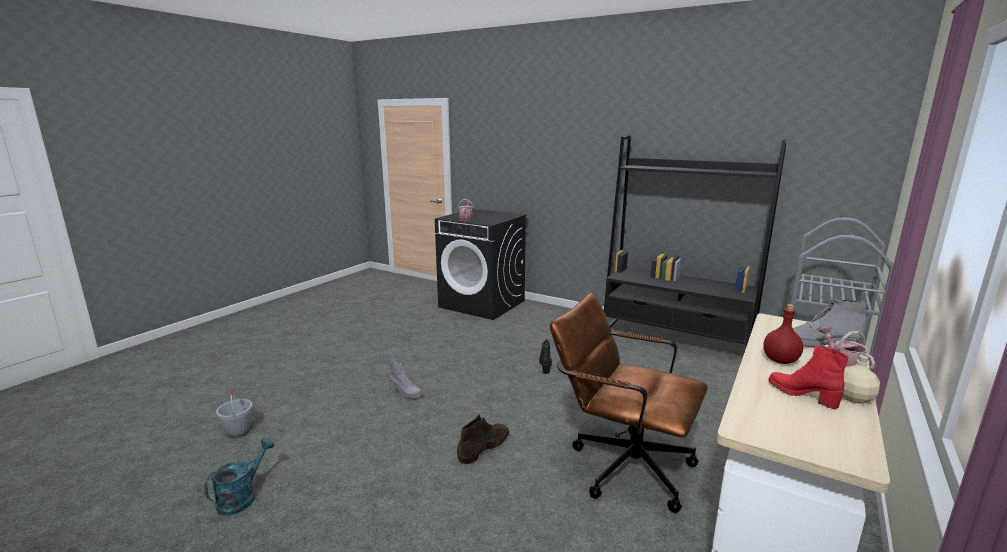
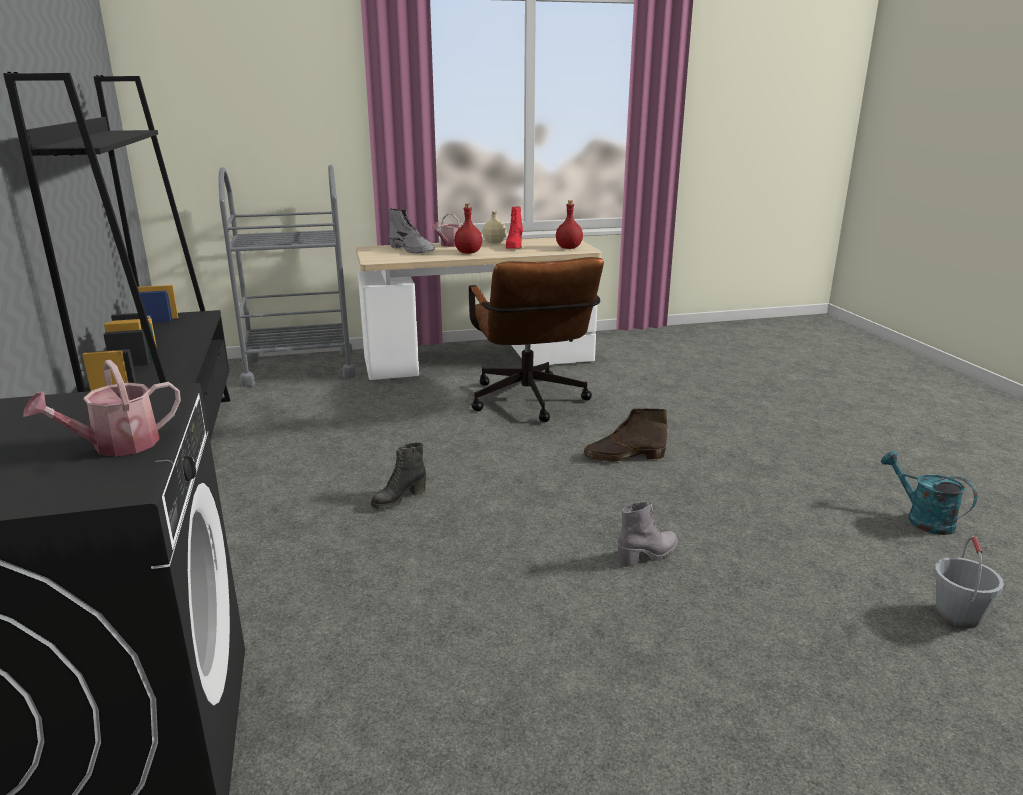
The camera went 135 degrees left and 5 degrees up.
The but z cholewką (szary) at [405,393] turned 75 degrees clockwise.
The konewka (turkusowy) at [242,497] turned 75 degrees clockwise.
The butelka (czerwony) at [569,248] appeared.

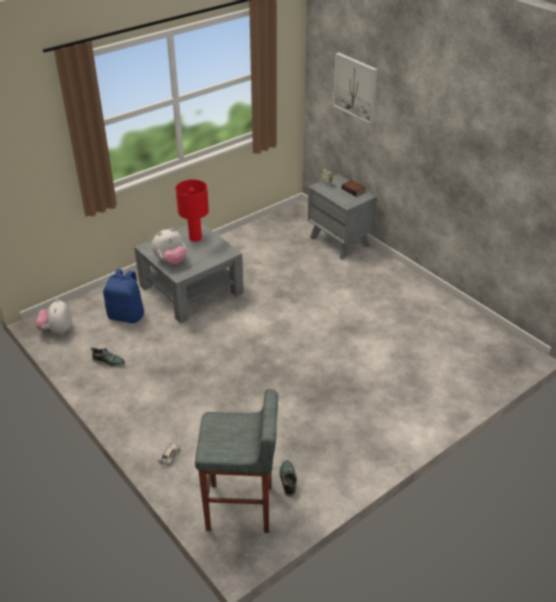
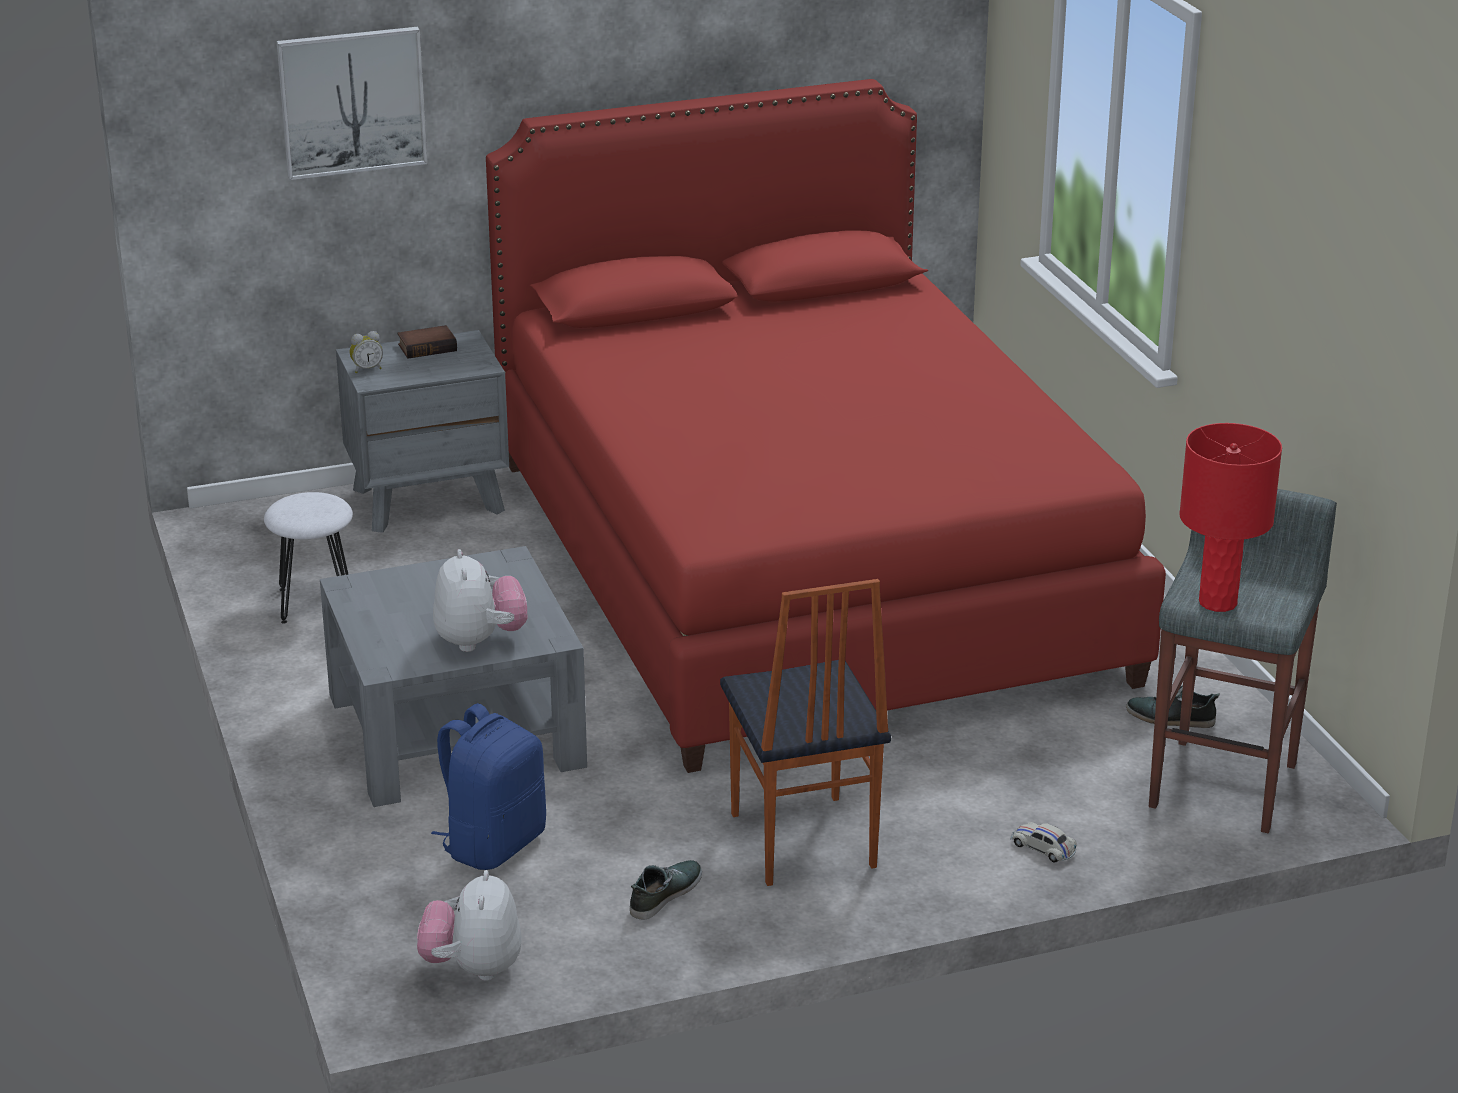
The camera went 70 degrees left and 10 degrees down.
The lampa stołowa (czerwony) moved from [195,238] to [1218,602].
The pluszak at [57,330] turned 75 degrees clockwise.
The łóżko (czerwony) at [802,568] appeared.
The stołek (biały) at [315,602] appeared.
The krzesło at [800,841] appeared.

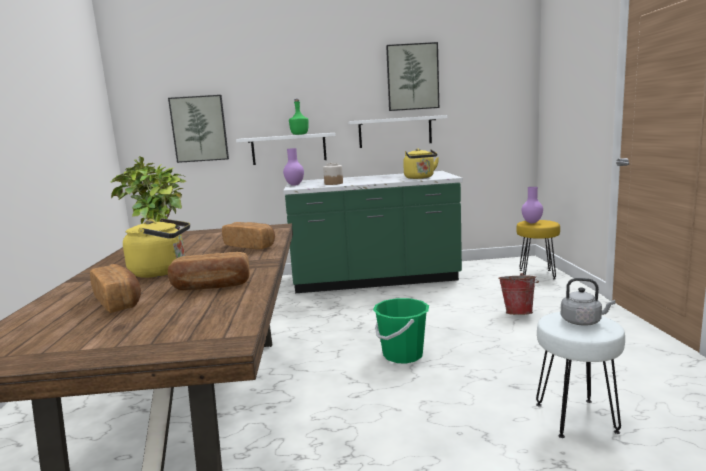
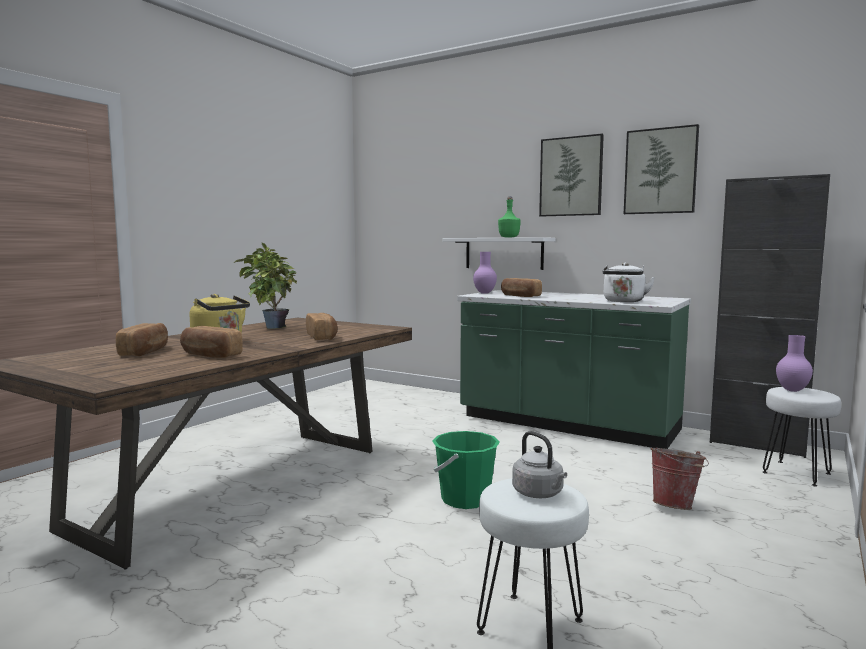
The camera went 35 degrees right and 5 degrees down.
The obraz moved from [199,129] to [571,176].
The półka (biały) at [395,132] disappeared.
The czajnik (żółty) at [420,178] became the czajnik (biały) at [624,301].
The słoik at [333,183] was replaced by the chleb at [520,296].
The stołek (żółty) at [537,274] became the stołek (biały) at [797,473].
The szafka (czarny) at [757,444] appeared.

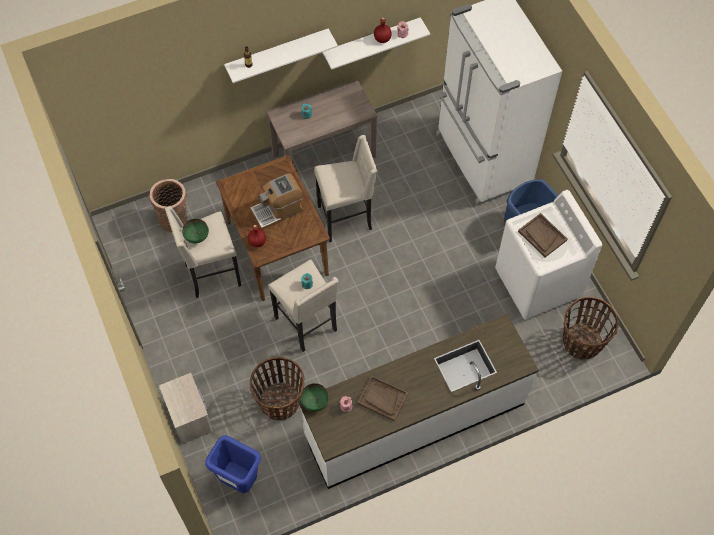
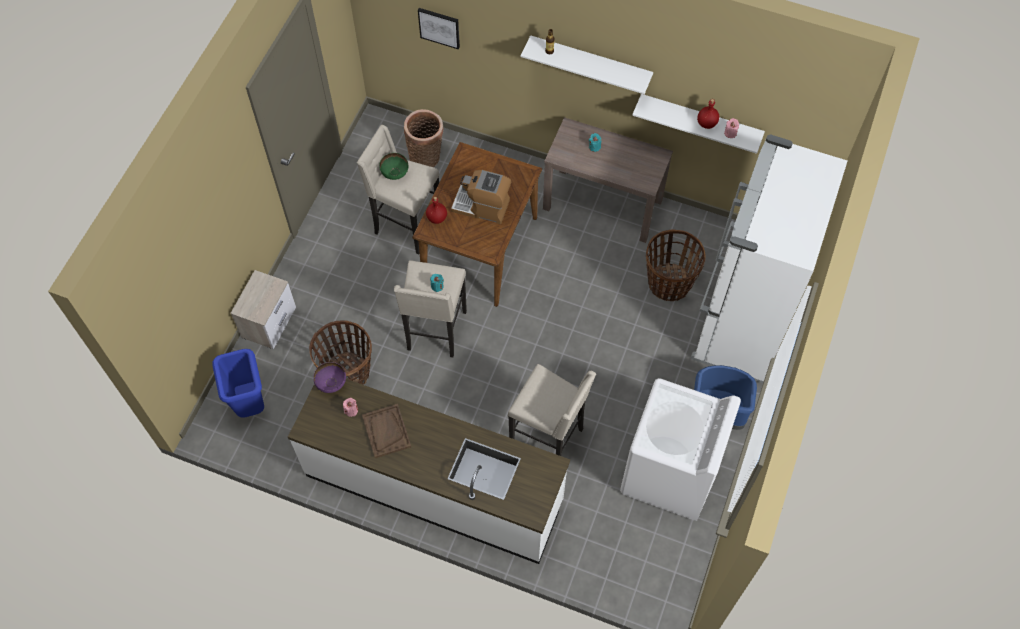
The camera went 45 degrees right and 0 degrees up.
The stołek (beżowy) moved from [346,218] to [548,437].
The taca (brązowy) at [542,236] disappeared.
The koszyk moved from [582,342] to [669,283].
The miska (zielony) at [315,402] became the miska (fioletowy) at [332,384].
The obraz at [439,27] appeared.

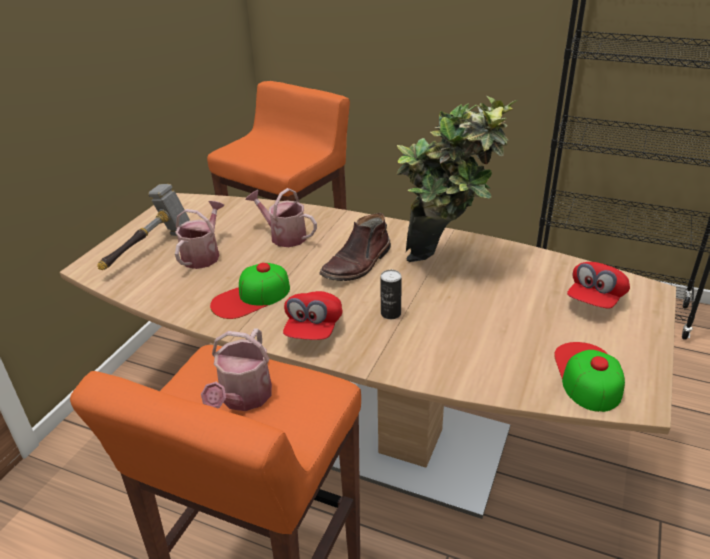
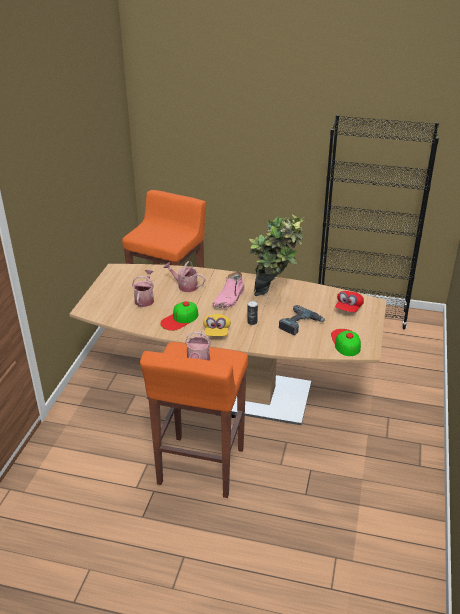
The camera went 10 degrees left and 0 degrees up.
The młotek at [149,251] disappeared.
The but z cholewką (brązowy) at [358,264] became the but z cholewką (różowy) at [229,299].
The czapka z daszkiem (czerwony) at [313,329] became the czapka z daszkiem (żółty) at [216,332].
The wiertarka at [300,324] appeared.

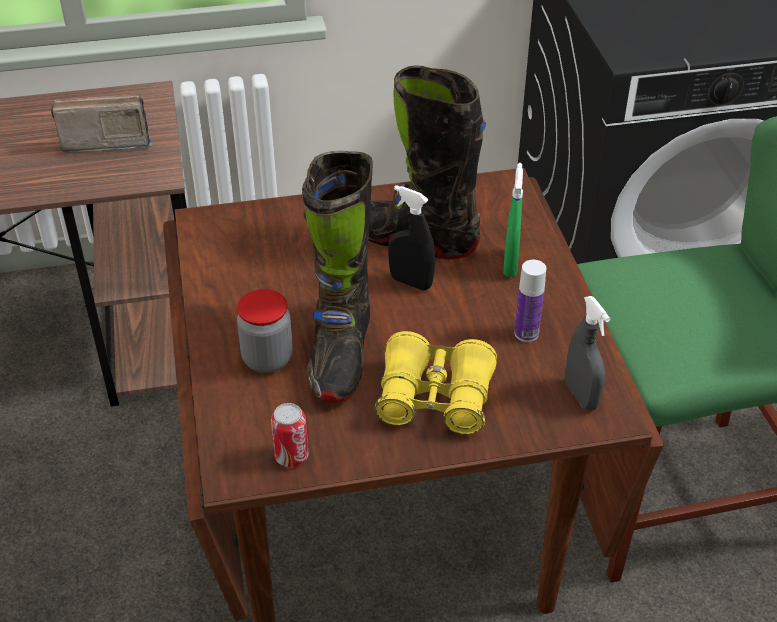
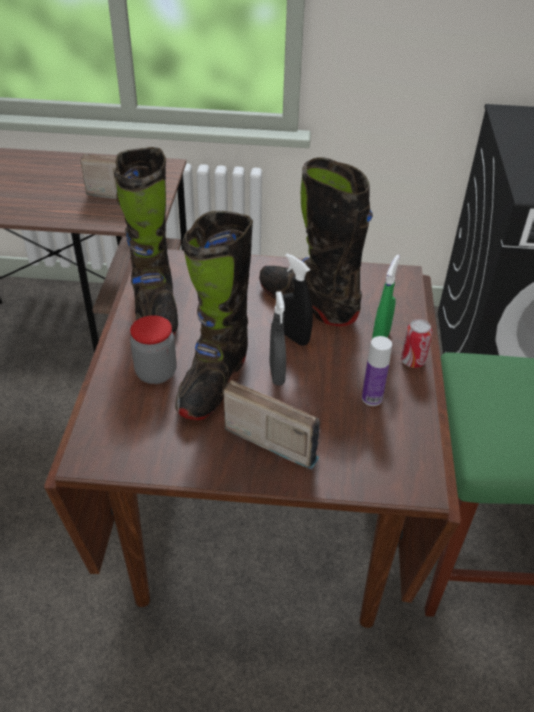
The camera went 15 degrees right and 0 degrees up.
The spryskiwacz (szary) moved from [581,395] to [277,374].
The lornetka (żółty) at [435,398] was replaced by the radio at [274,434].
The puszka moved from [291,456] to [412,361].
The but z cholewką (czarny) at [155,309] appeared.

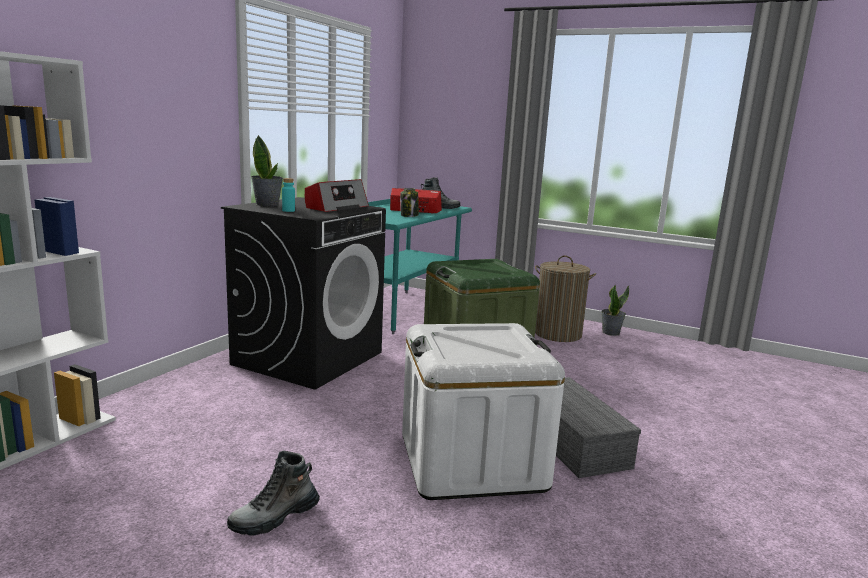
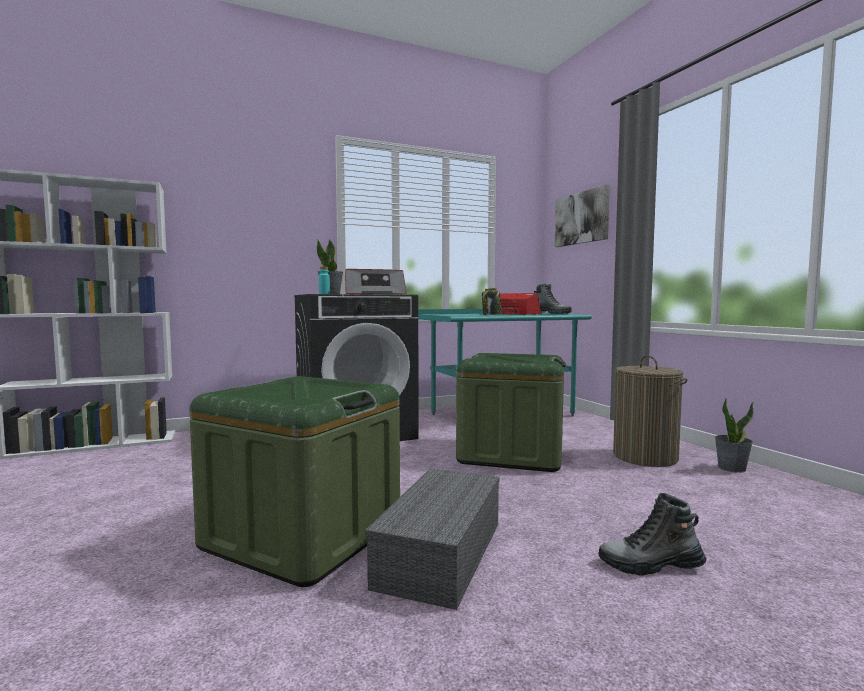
The camera went 40 degrees right and 10 degrees down.
The pojemnik do przechowywania (biały) at [472,461] became the pojemnik do przechowywania (zielony) at [303,534].
The but z cholewką moved from [274,517] to [650,565].
The obraz at [581,218] appeared.

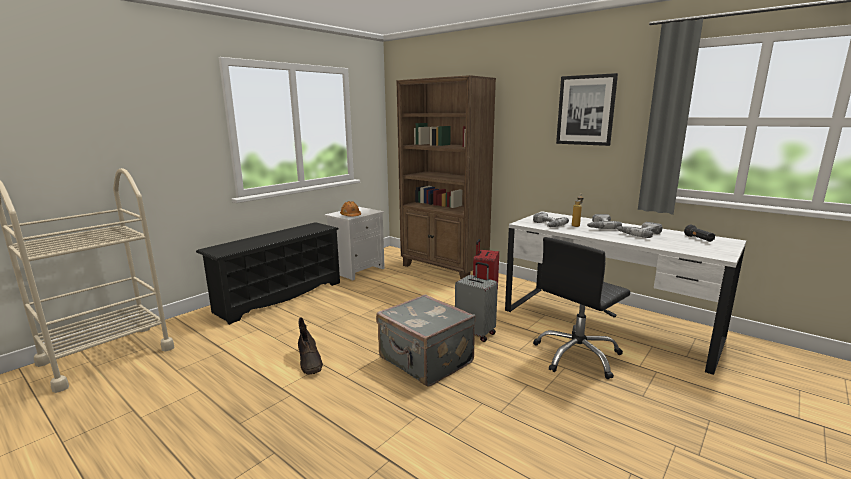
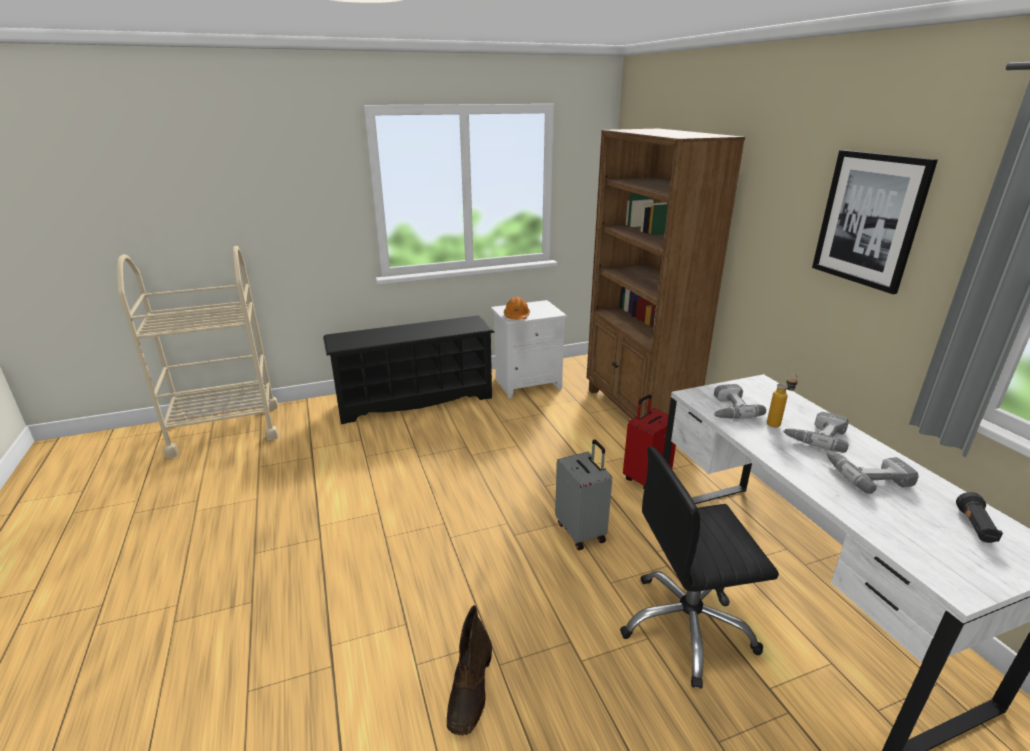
The camera went 30 degrees right and 10 degrees up.
The walizka (szary) at [425,361] disappeared.
The but z cholewką (brązowy) moved from [310,361] to [470,689].

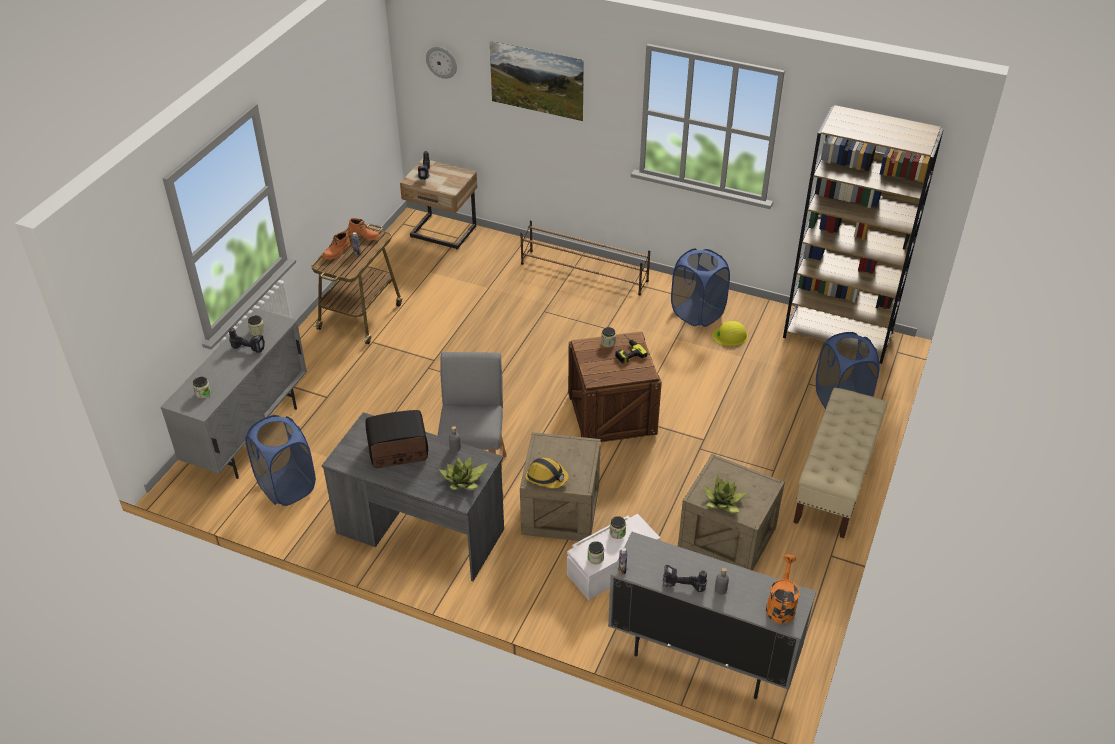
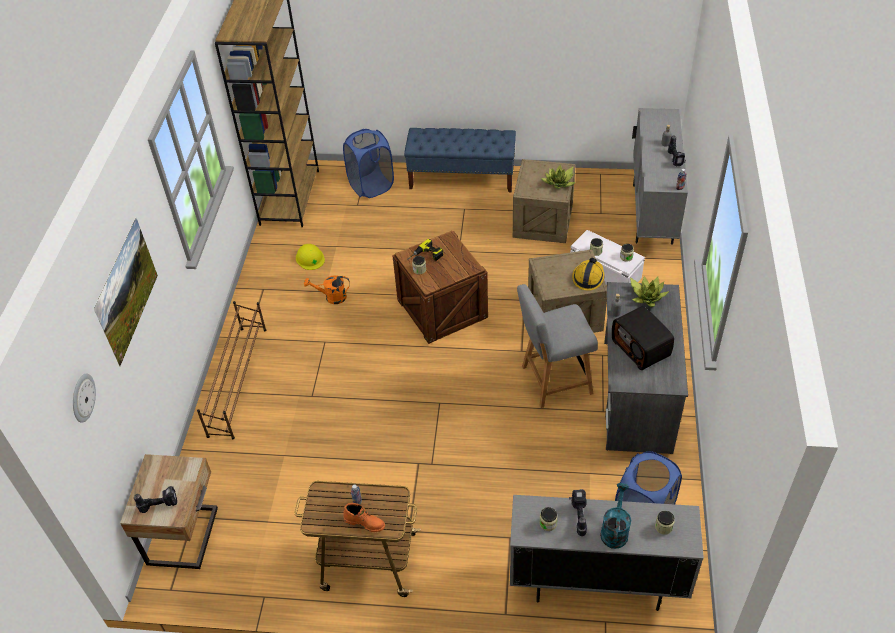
The camera went 105 degrees left and 5 degrees up.
The but z cholewką (pomarańczowy) at [364,236] disappeared.
The kosz na pranie (niebieski) at [697,313] disappeared.
The ławka (beżowy) at [834,482] became the ławka (niebieski) at [462,178].
The konewka (pomarańczowy) moved from [781,605] to [331,297].
The konewka (turkusowy) at [615,530] appeared.

